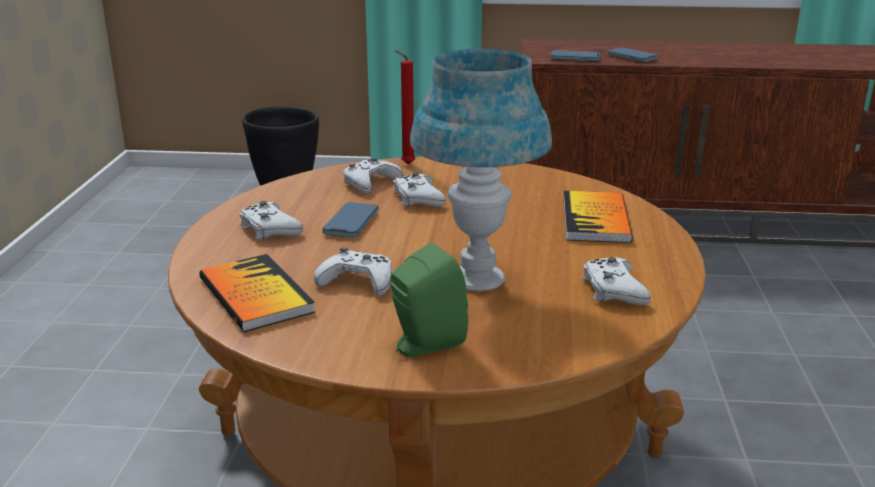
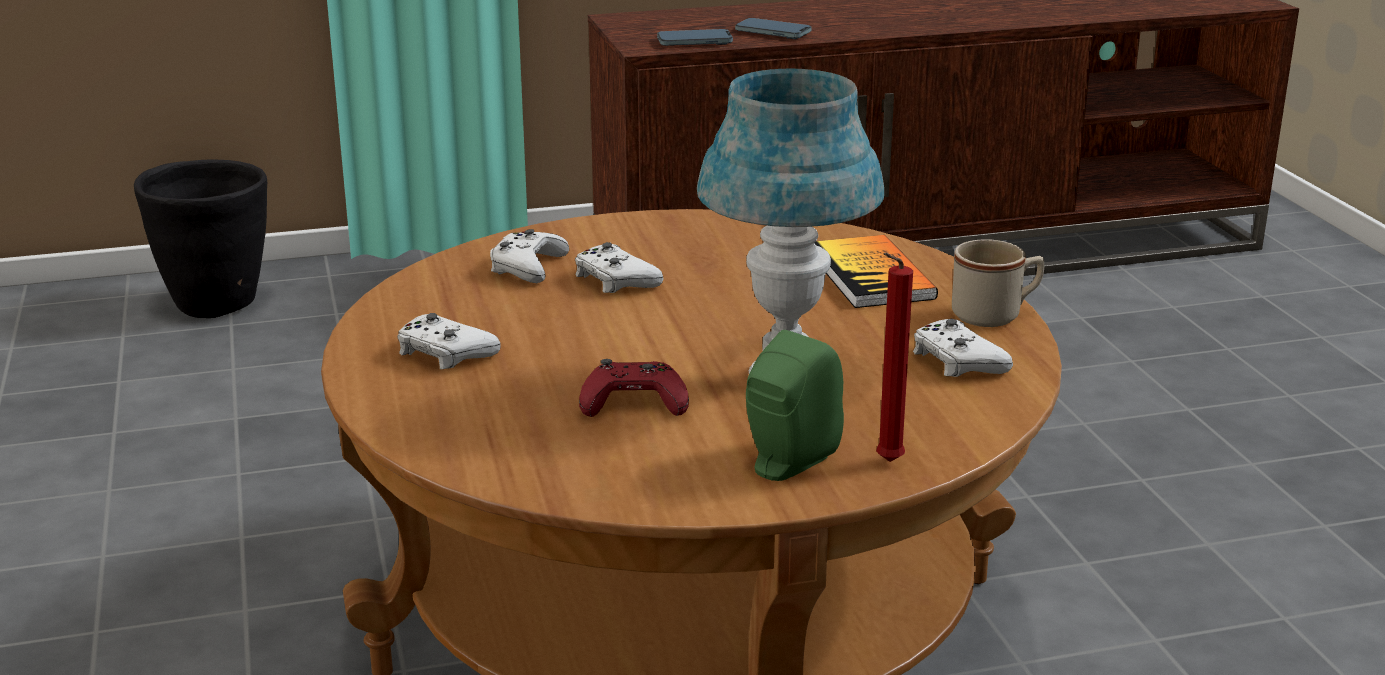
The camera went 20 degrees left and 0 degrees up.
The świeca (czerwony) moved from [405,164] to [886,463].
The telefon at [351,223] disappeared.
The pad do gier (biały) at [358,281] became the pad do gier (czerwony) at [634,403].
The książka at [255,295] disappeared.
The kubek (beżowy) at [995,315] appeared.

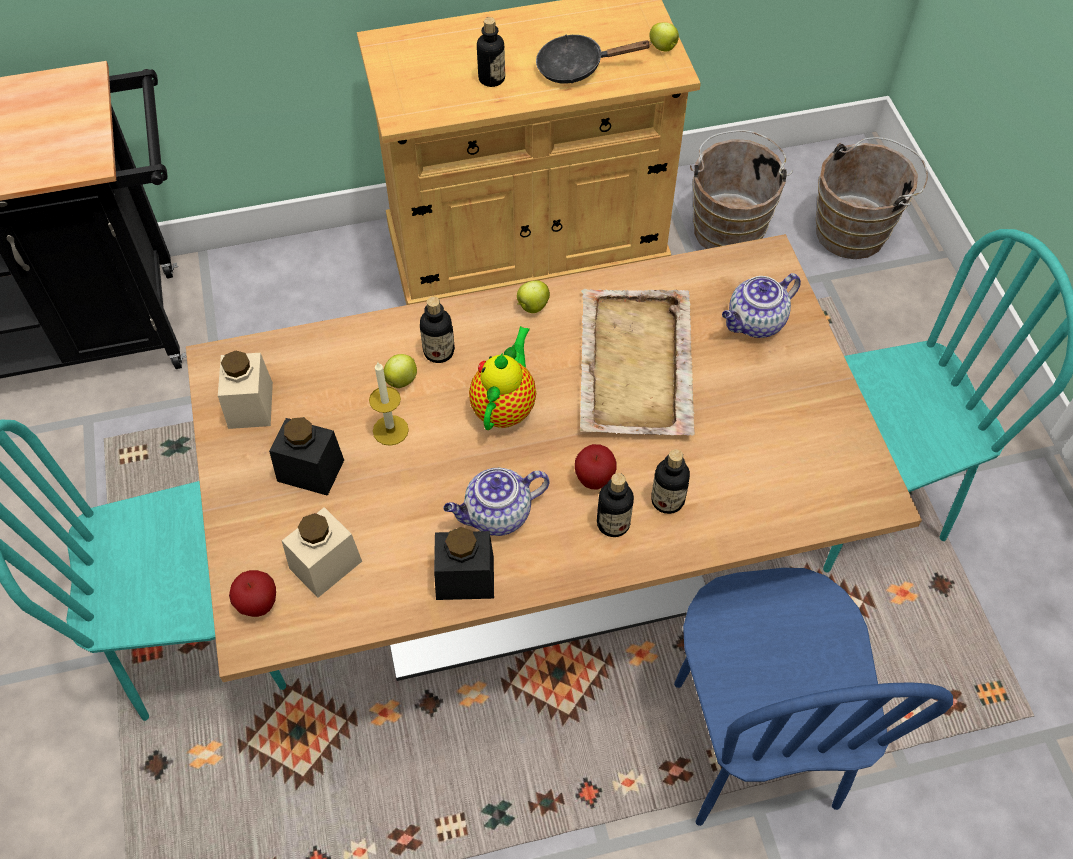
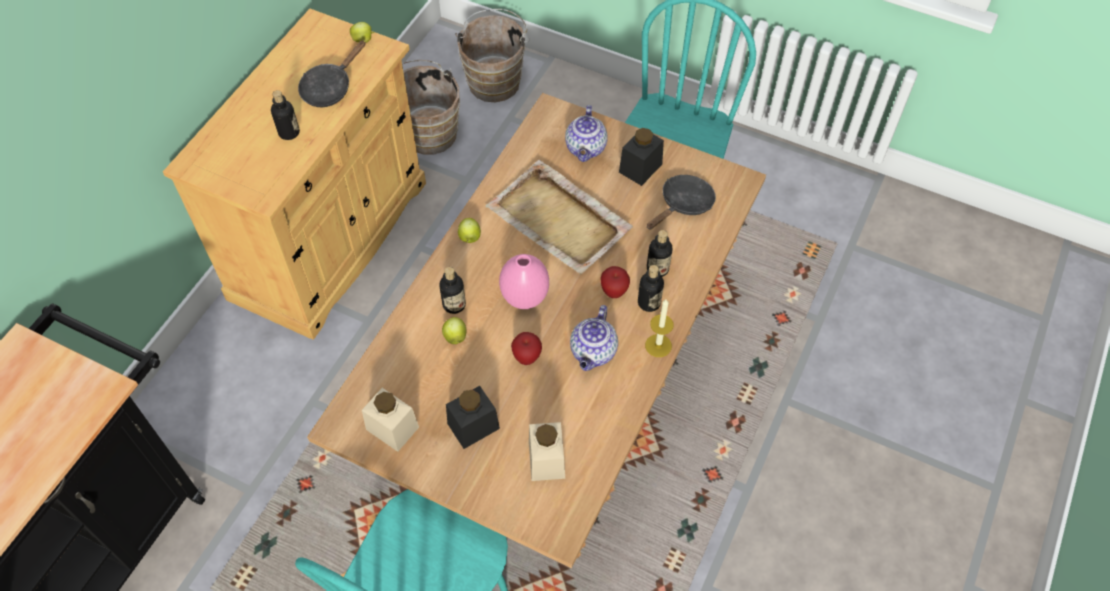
The camera went 50 degrees left and 0 degrees up.
The imbryk at [505,406] was replaced by the wazon (różowy) at [525,299].
The świeca moved from [390,430] to [658,345].
The słoik (czarny) moved from [465,578] to [640,168].
The krzesło (niebieski) at [752,744] disappeared.
The jabłko moved from [258,605] to [527,357].
The patelnia (czarny) at [683,205] appeared.

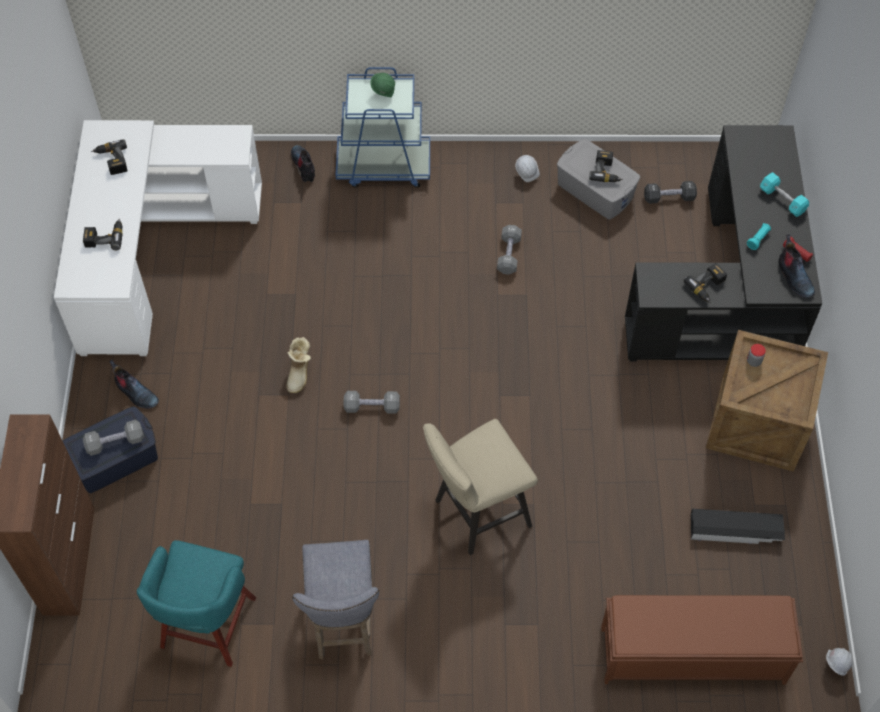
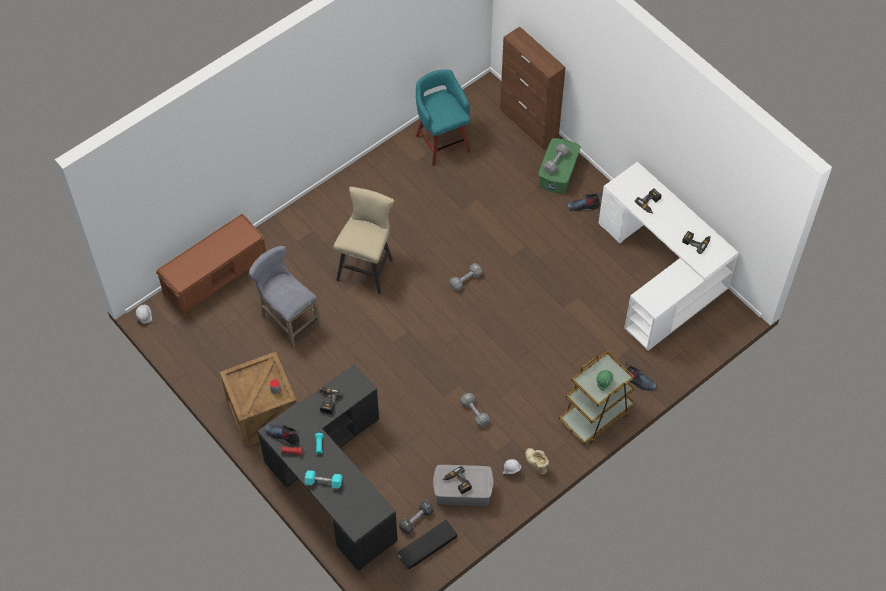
The camera went 140 degrees right and 0 degrees up.
The wózek (niebieski) at [384,166] became the wózek (brązowy) at [596,415].
The but z cholewką moved from [300,374] to [535,464].
The pojemnik do przechowywania (niebieski) at [114,459] became the pojemnik do przechowywania (zielony) at [558,173].
The pojemnik do przechowywania (czarny) moved from [736,529] to [427,546].
The stołek (szary) moved from [343,622] to [288,319].

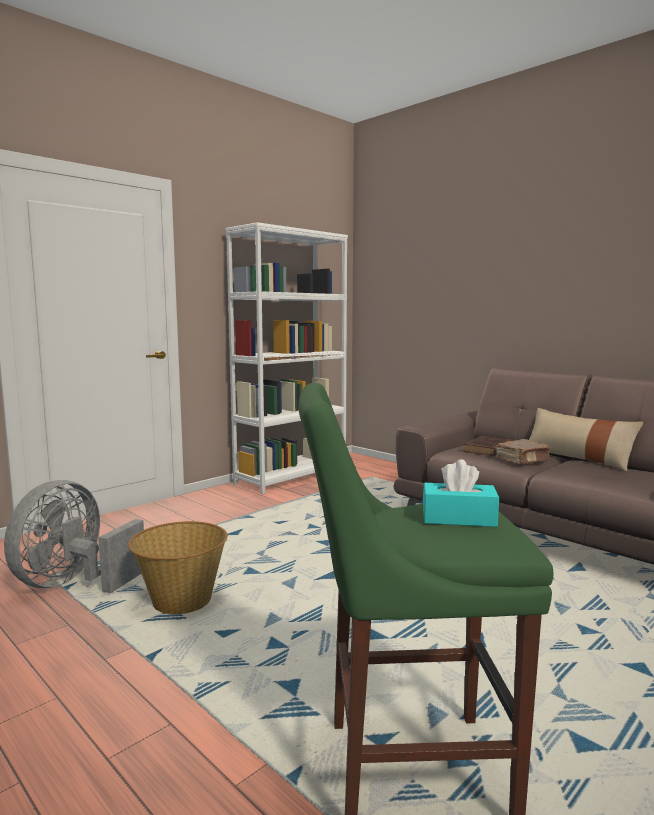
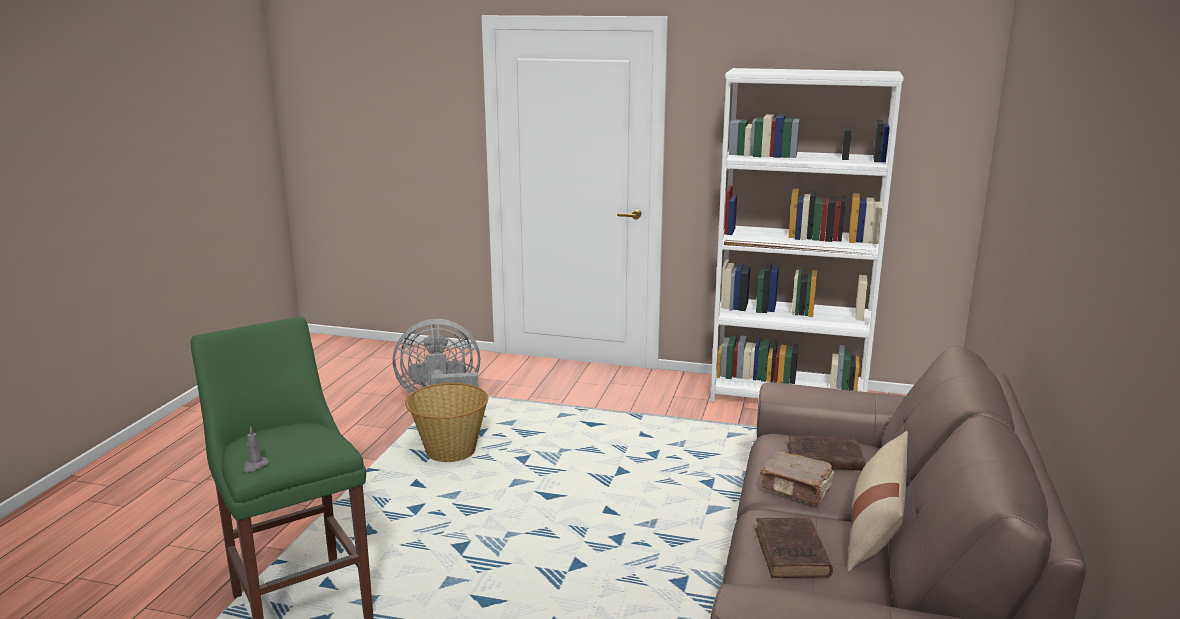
The camera went 60 degrees right and 10 degrees up.
The pudełko chusteczek (turkusowy) at [459,518] disappeared.
The świeca (szary) at [255,466] appeared.
The książka (brązowy) at [792,554] appeared.

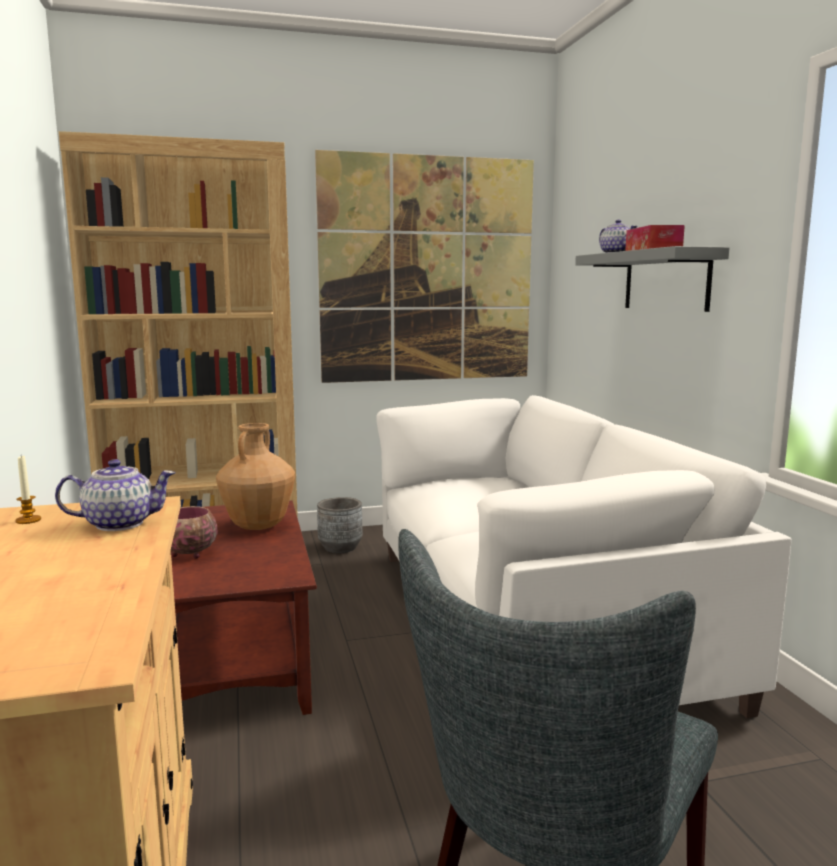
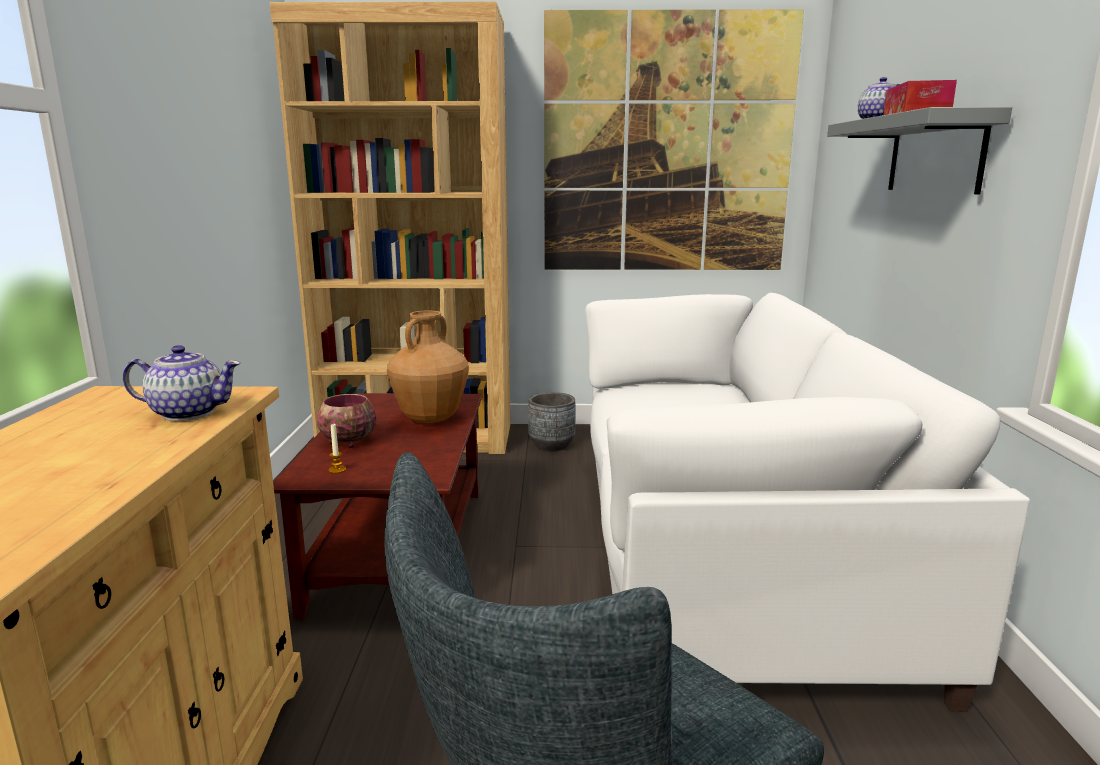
The camera went 15 degrees right and 5 degrees up.
The świeca moved from [28,520] to [337,470].

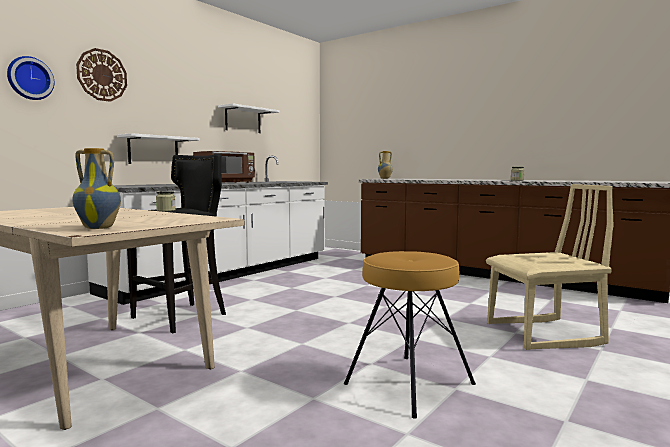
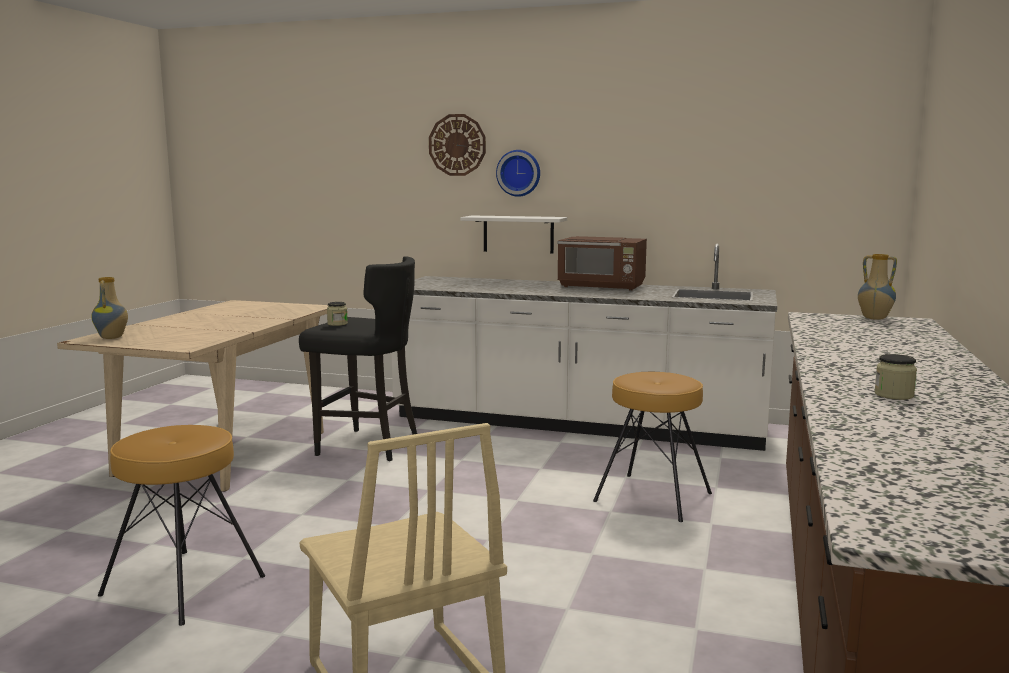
The camera went 70 degrees right and 5 degrees up.
The zegar ścienny moved from [29,78] to [519,173].
The półka (biały) at [243,120] disappeared.
The stołek (brązowy) at [653,496] appeared.

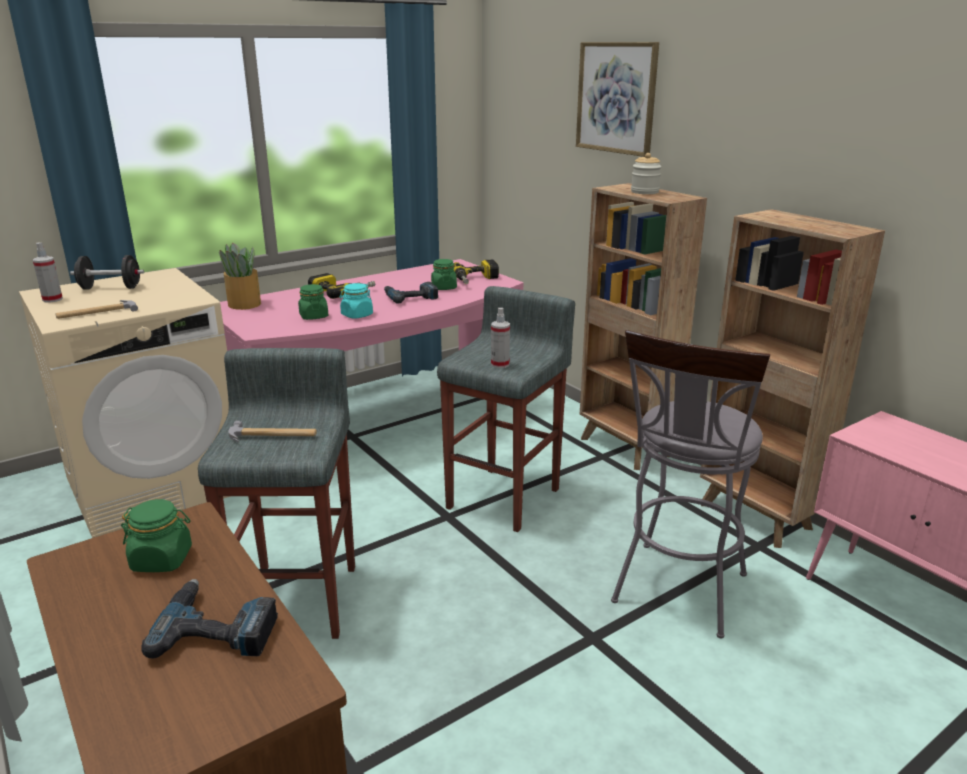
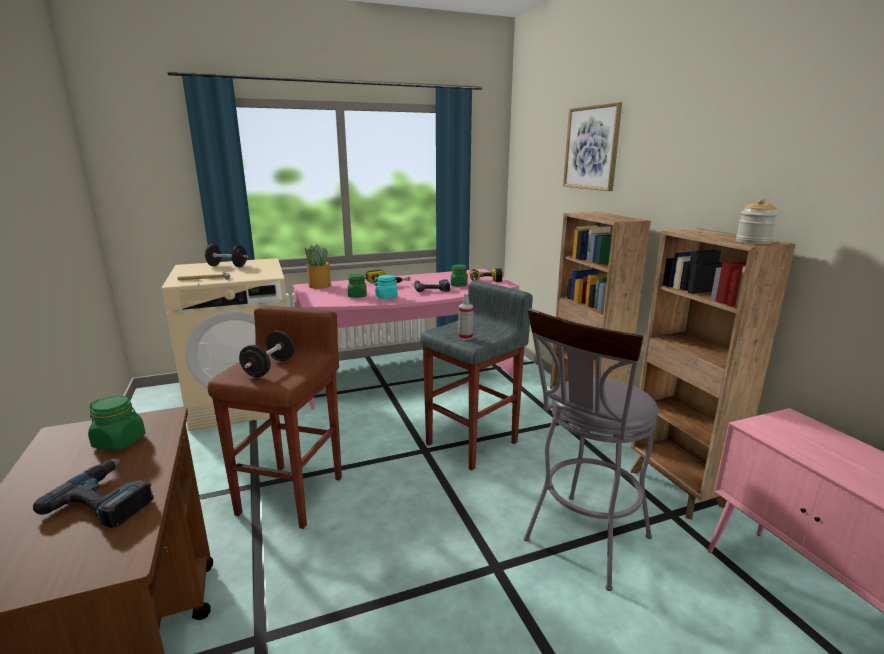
The camera went 15 degrees right and 5 degrees down.
The słoik moved from [644,192] to [753,242].
The spryskiwacz at [52,299] disappeared.
The stołek (szary) at [300,599] became the stołek (brązowy) at [293,494].
The młotek at [272,436] was replaced by the hantel (czarny) at [269,368].

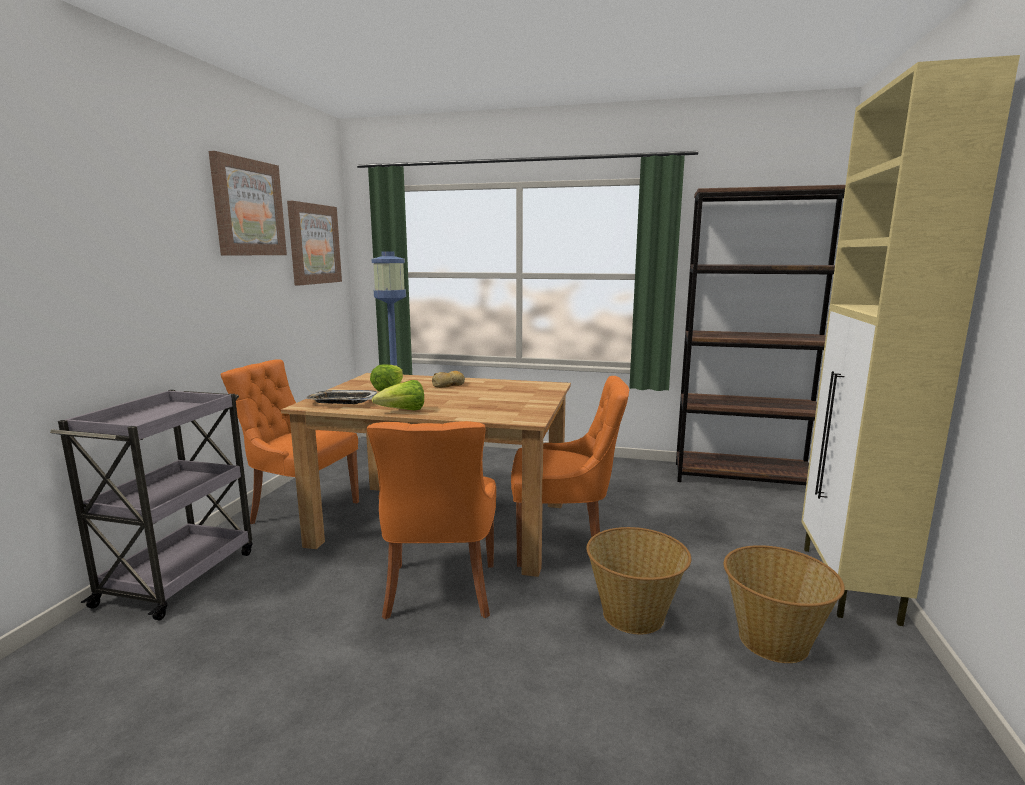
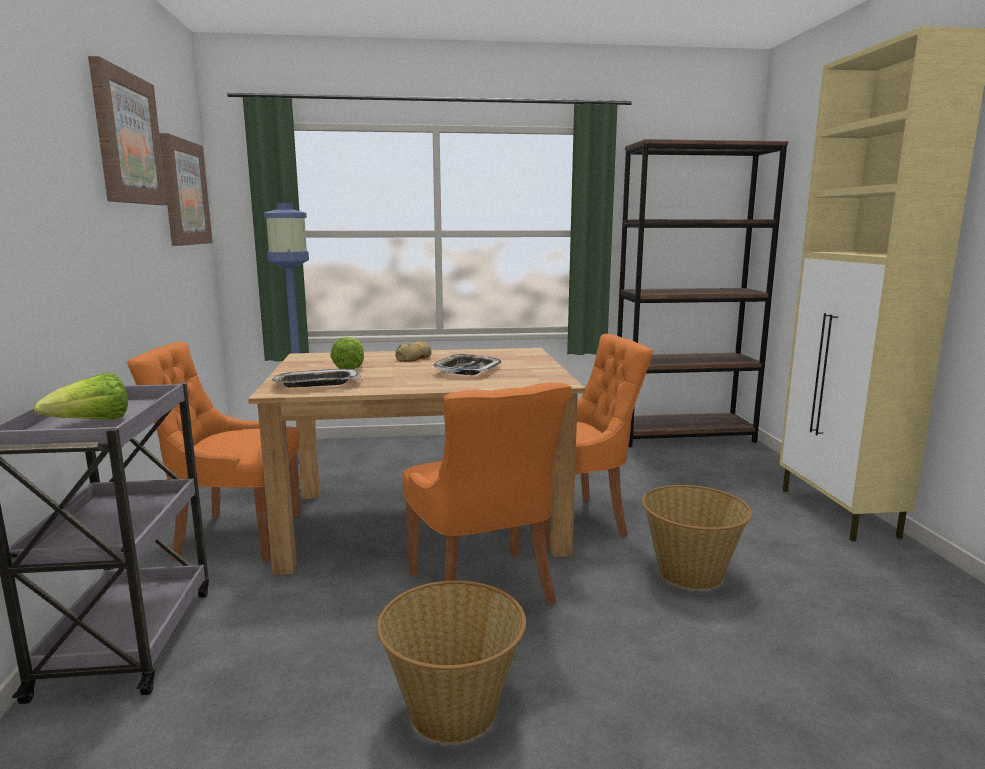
The camera went 20 degrees left and 0 degrees up.
The sałata moved from [403,411] to [92,422].
The koszyk moved from [773,640] to [453,709].
The taca at [467,370] appeared.

